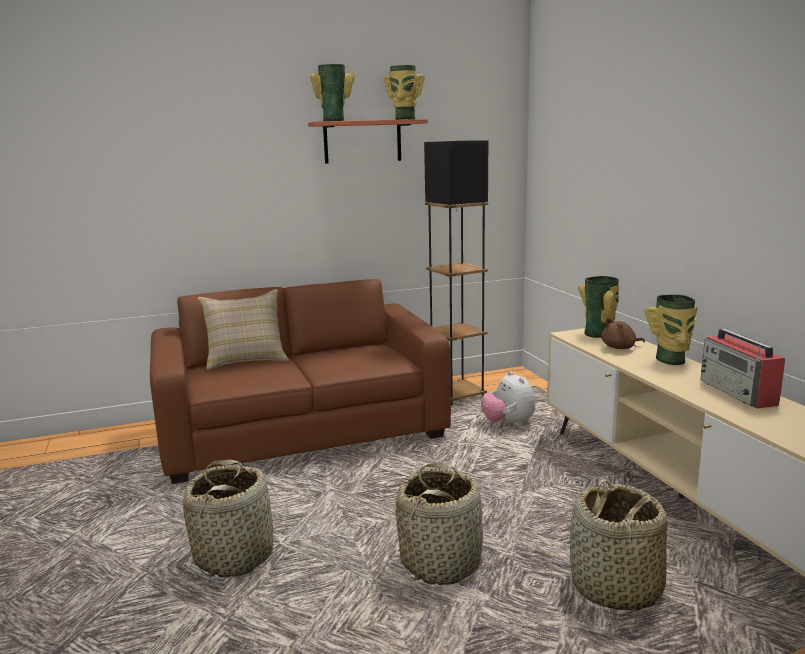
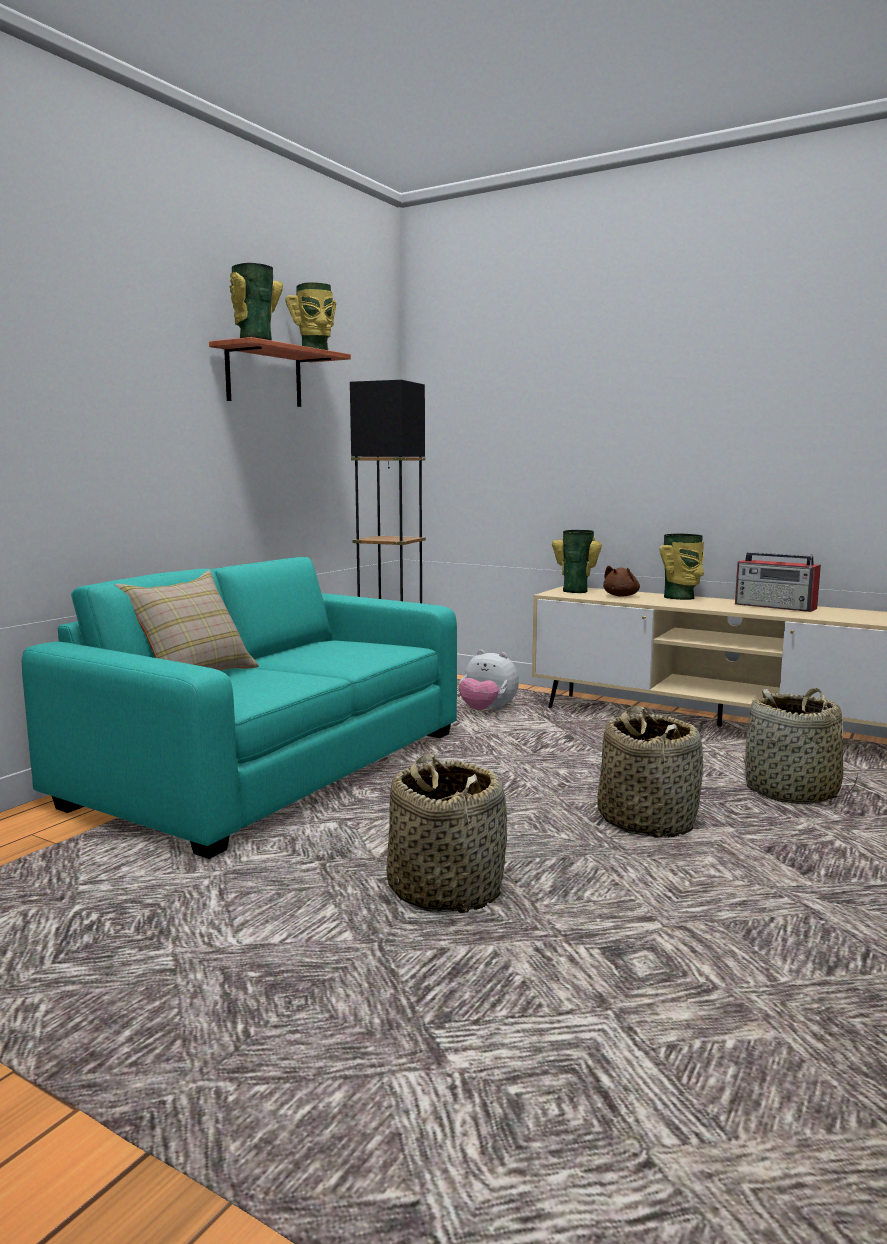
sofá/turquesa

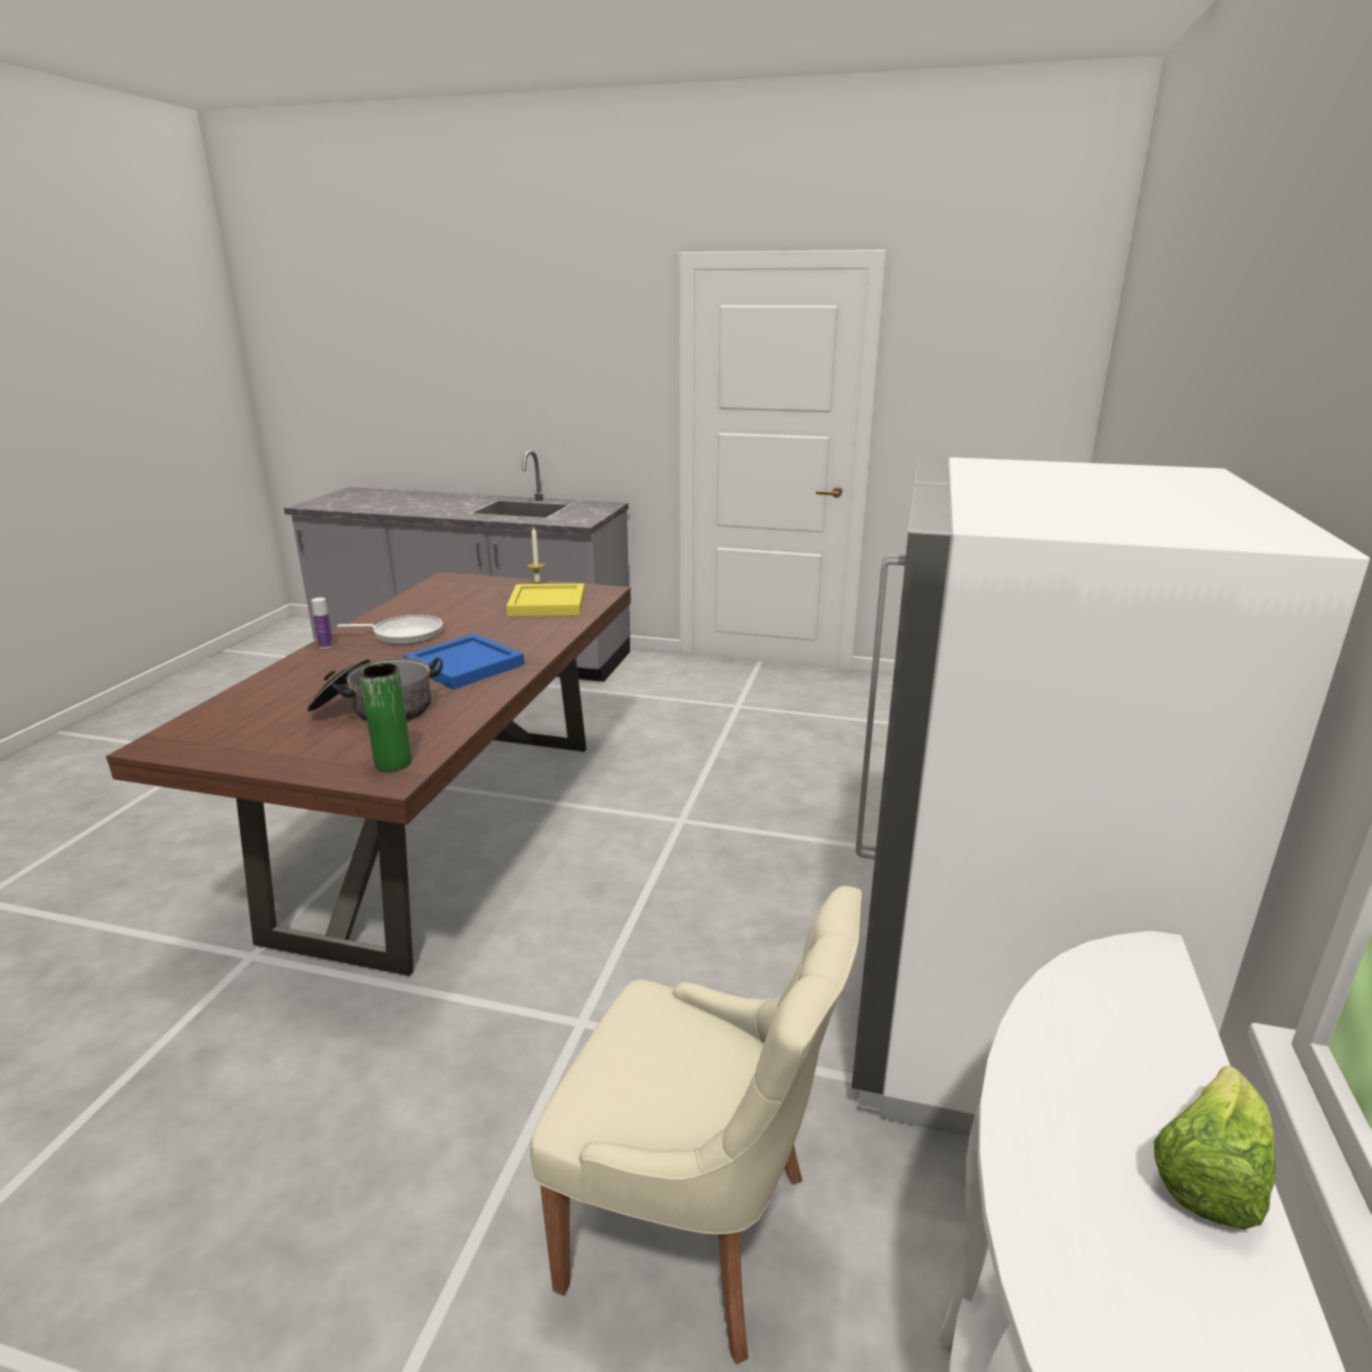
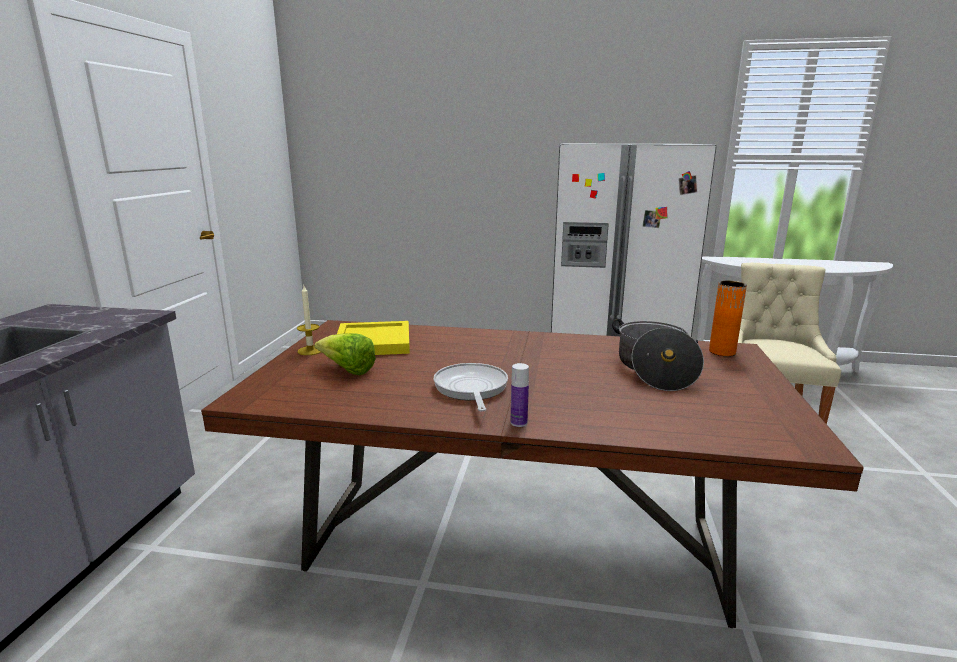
bandeja/azul
lechuga
florero/naranja

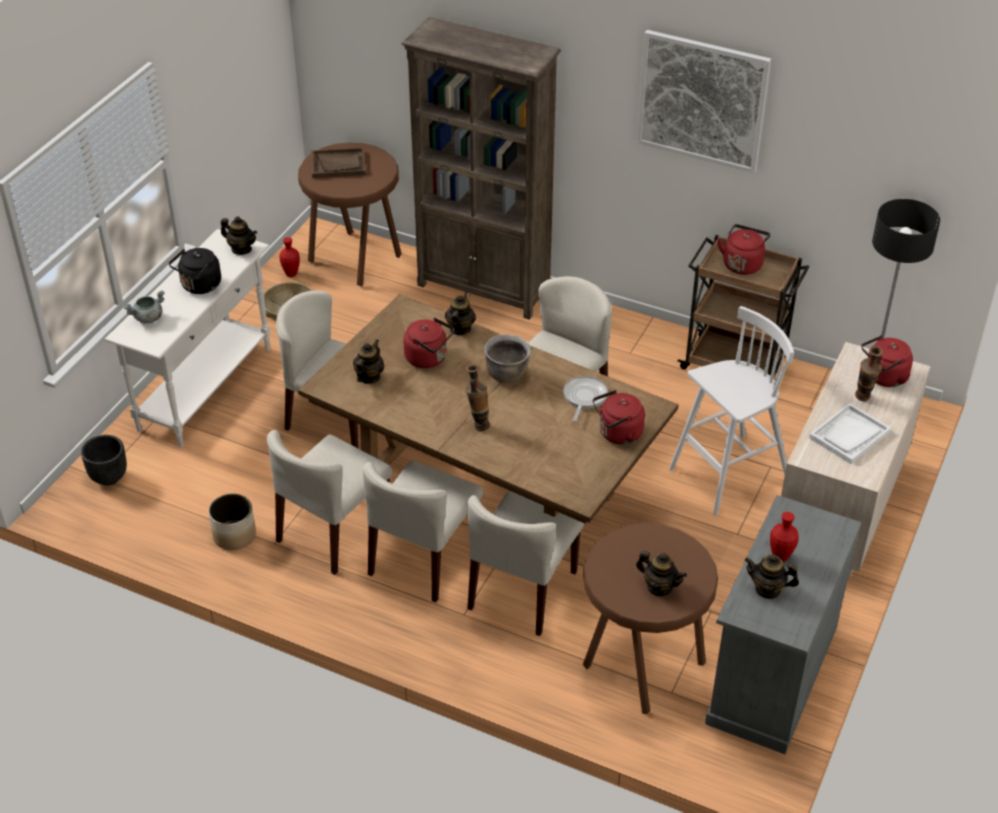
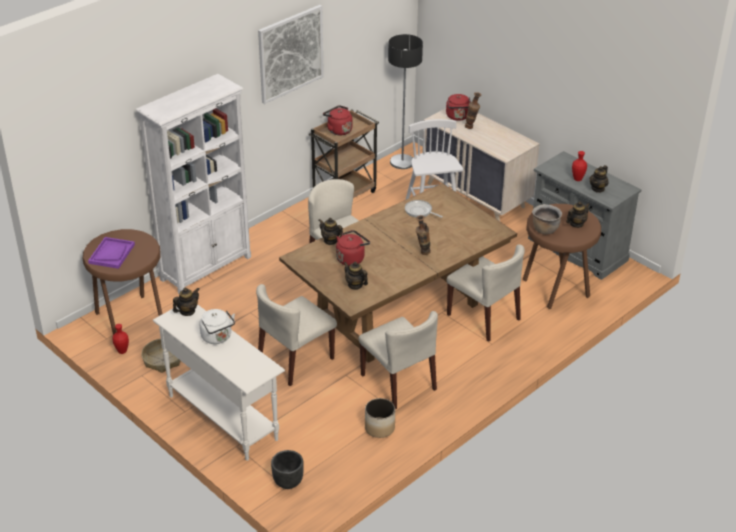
olla/gris
silla/beis (no. 3 from left in the first image)
hervidor/rojo (no. 2 from left in the first image)
bandeja/blanco
olla/marrón
hervidor/blanco
bandeja/morado
estantería/blanco

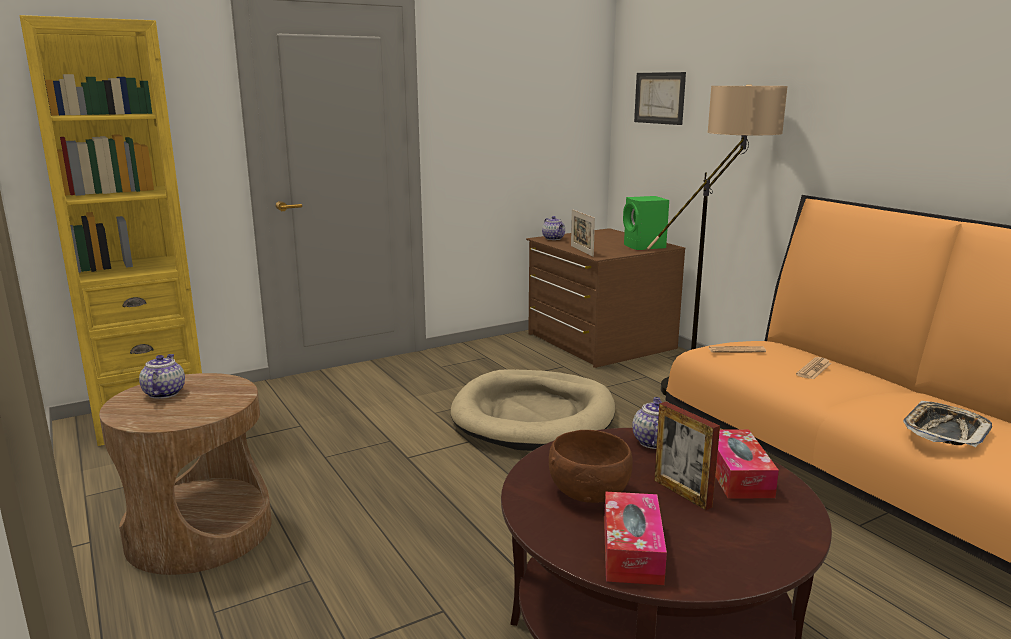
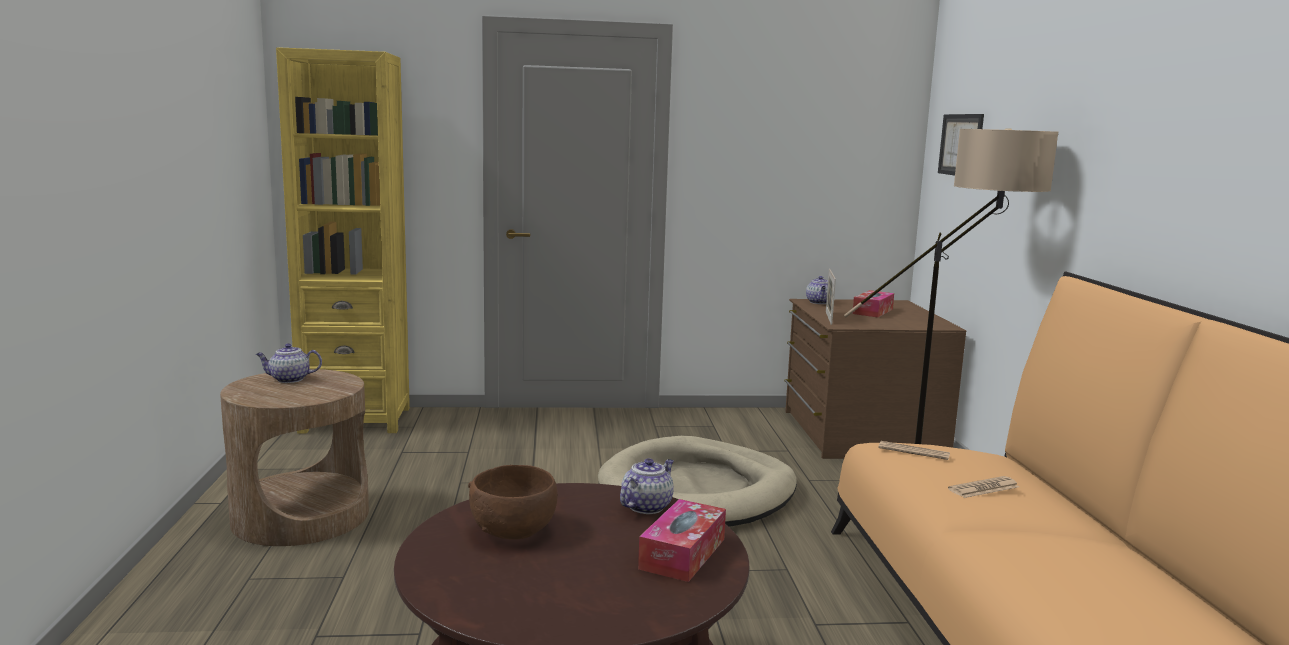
altavoz/verde
portarretratos (no. 2 from left in the first image)
bandeja
caja de pañuelos (no. 2 from left)
tetera (no. 1 from left)

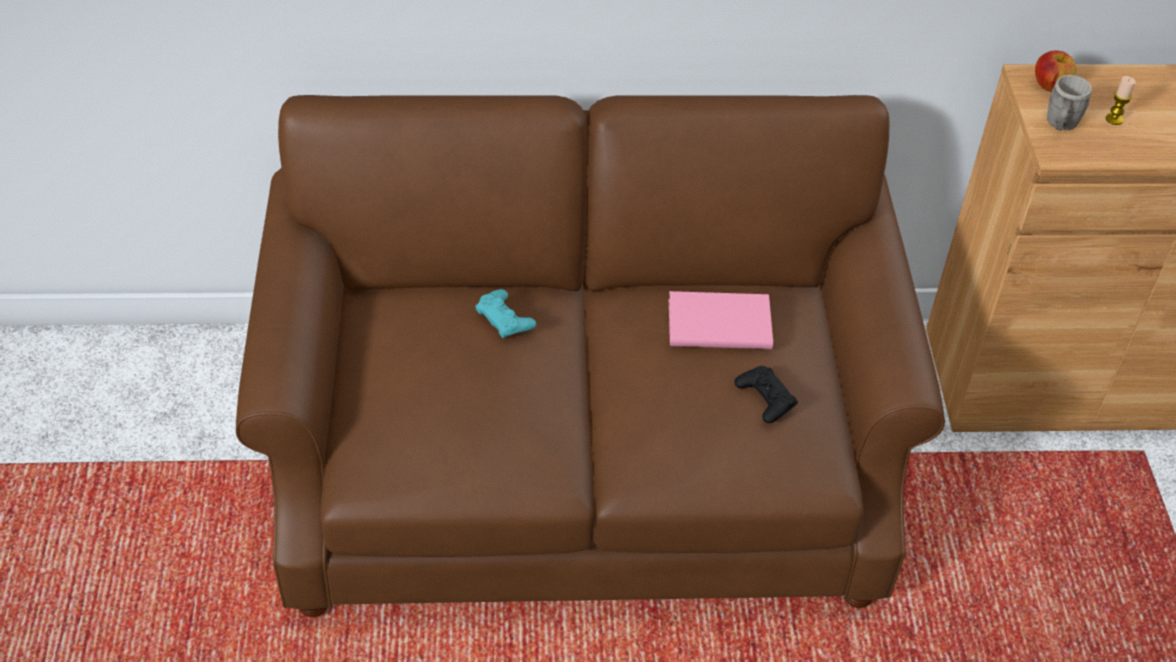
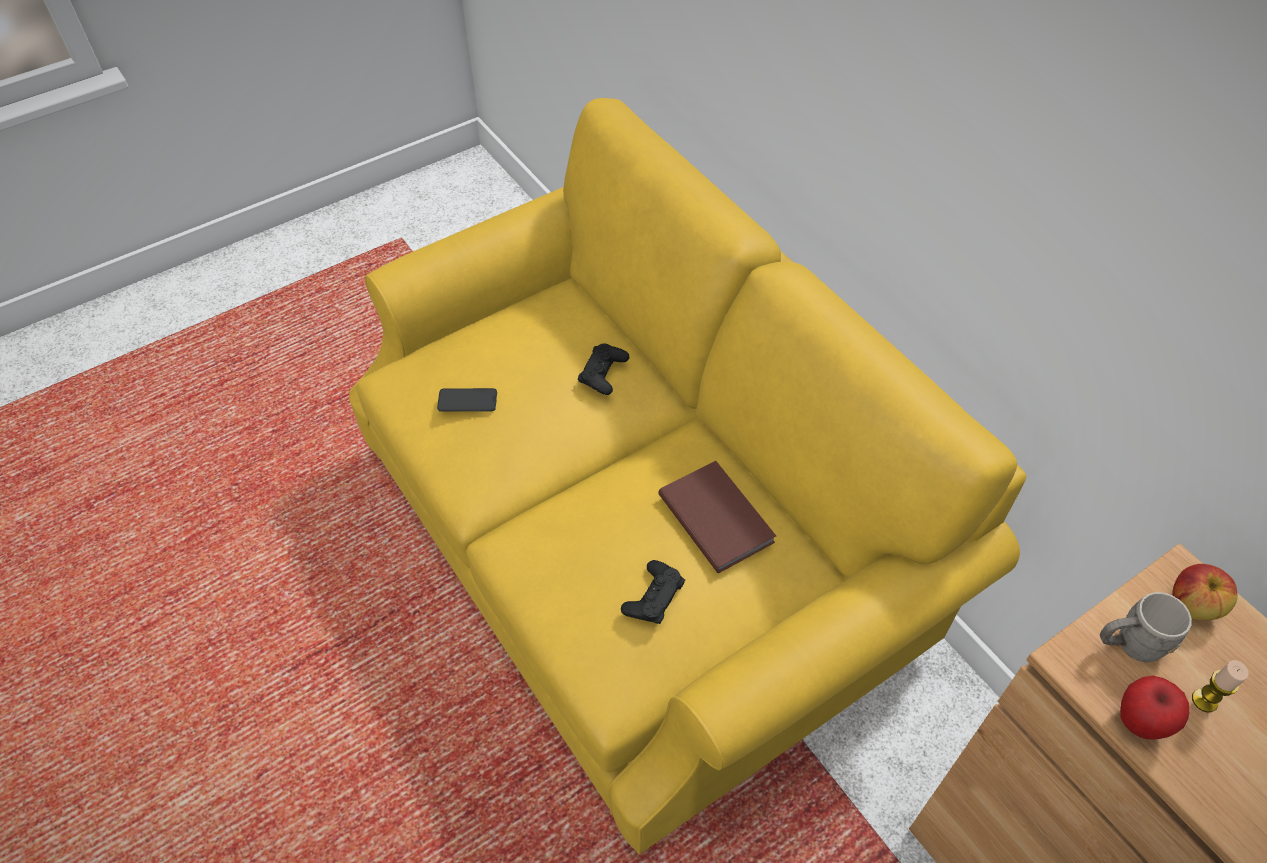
móvil
manzana (no. 1 from left)
sofá/amarillo
mando de consola/negro (no. 1 from left)
libro/marrón

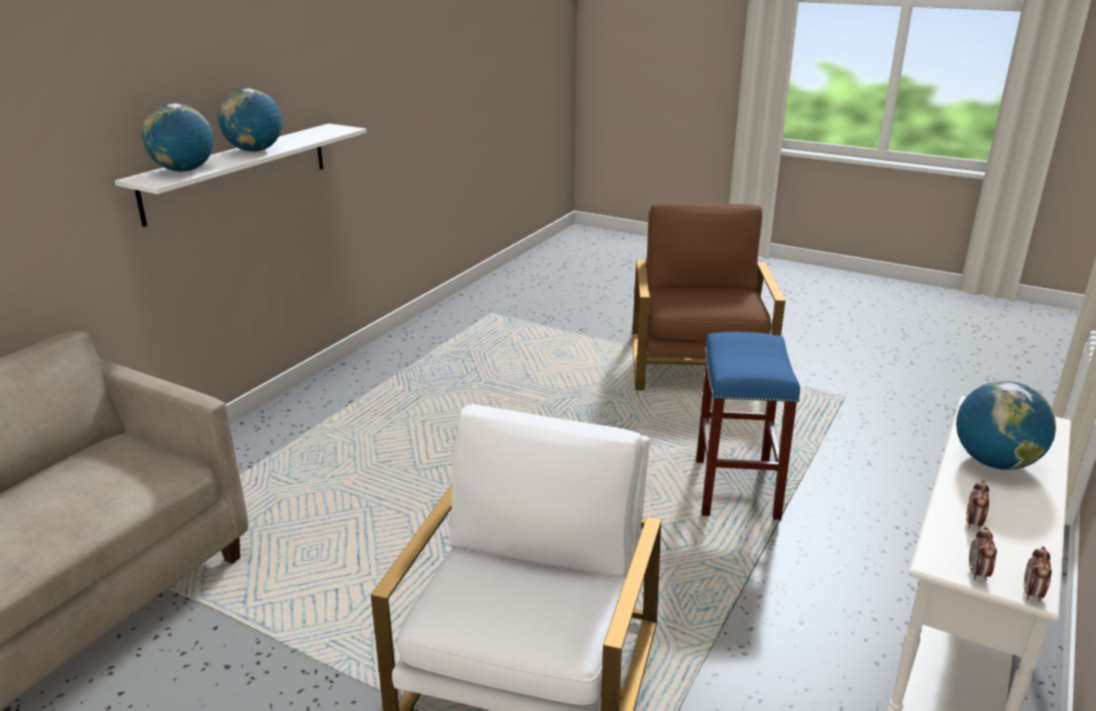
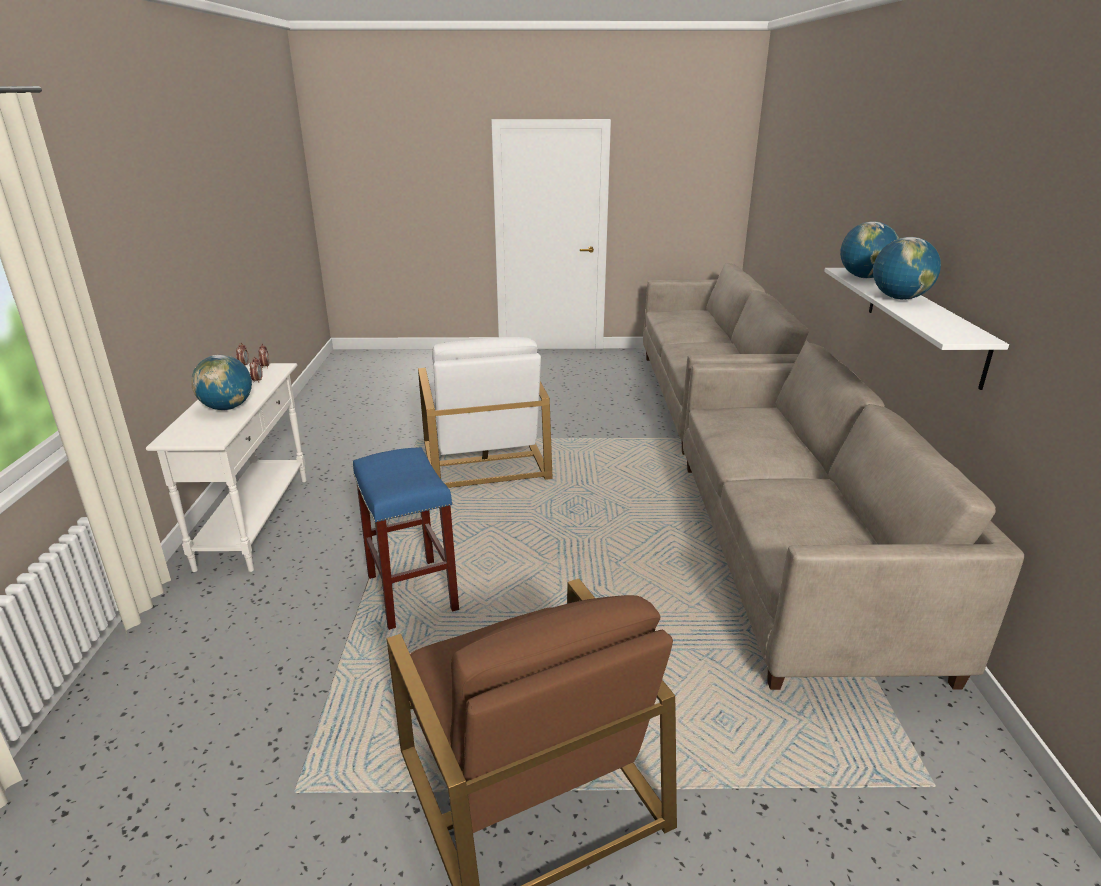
sofá/beis (no. 2 from left)

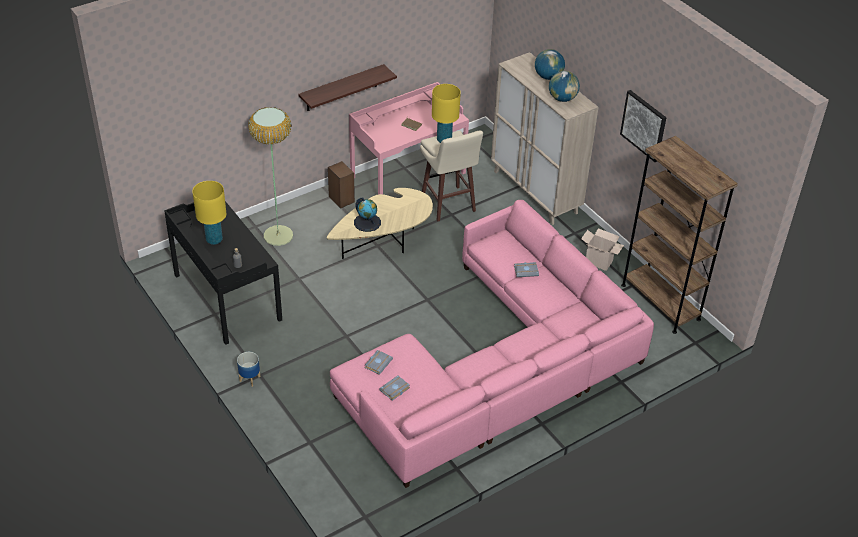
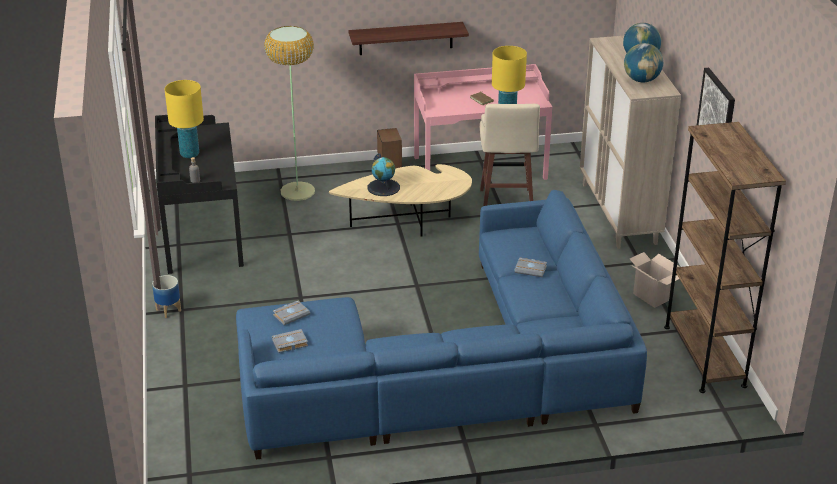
sofá/azul

